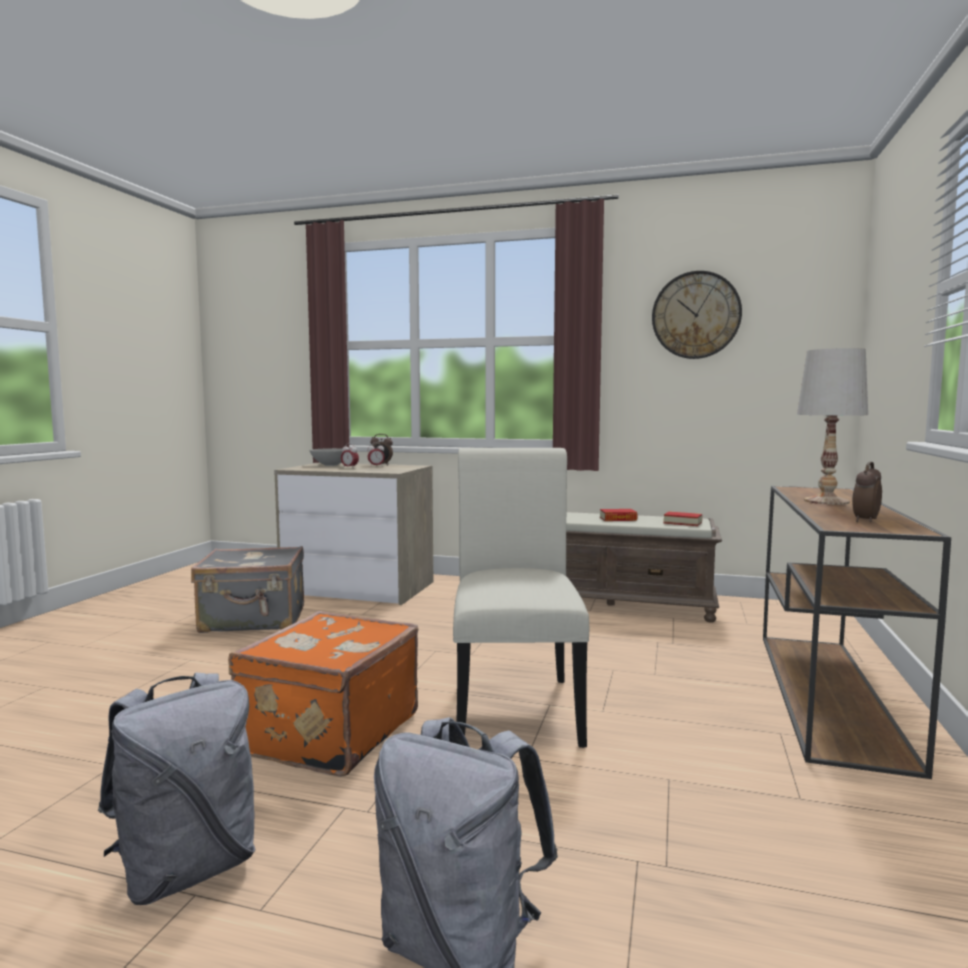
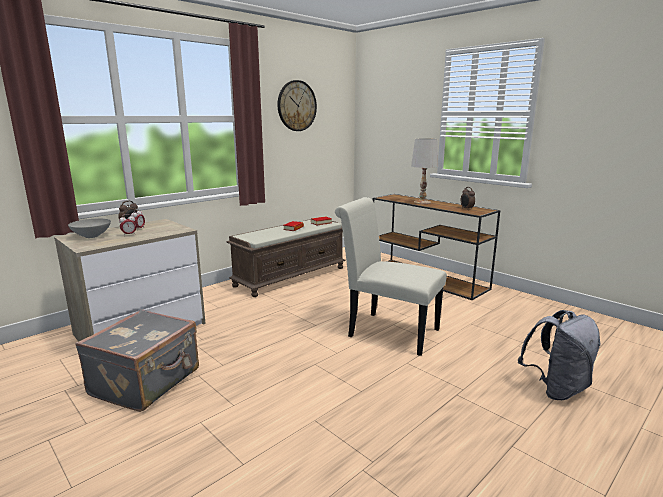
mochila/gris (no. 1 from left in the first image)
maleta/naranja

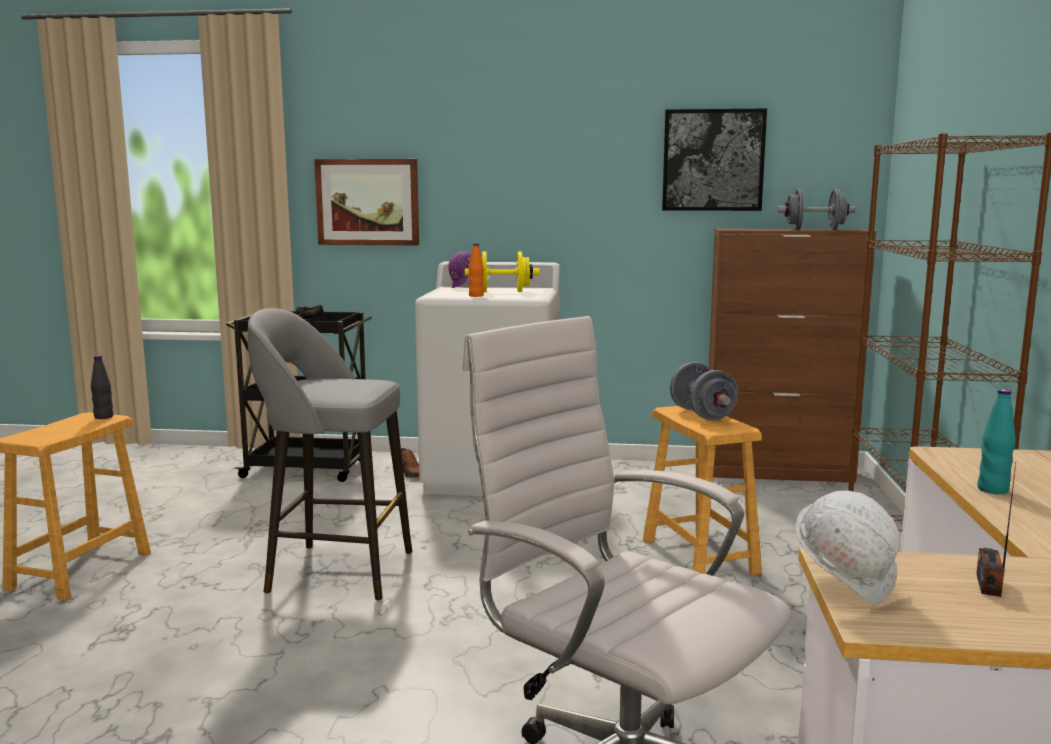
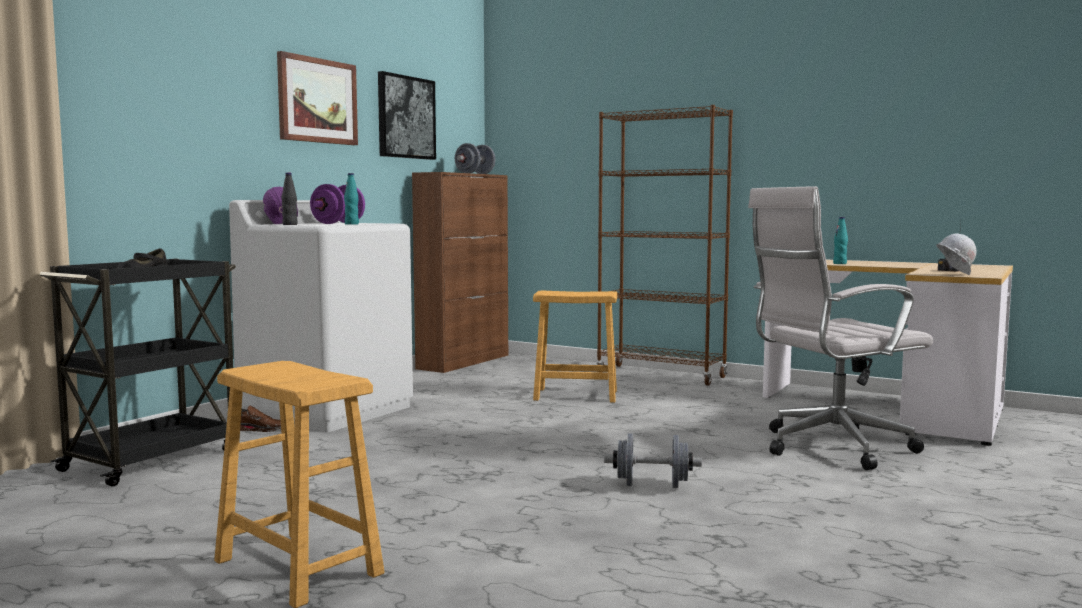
taburete/gris
botella/negro
cuadro (no. 1 from left)
mancuerna/gris (no. 2 from left)
mancuerna/morado
botella/turquesa (no. 1 from left)

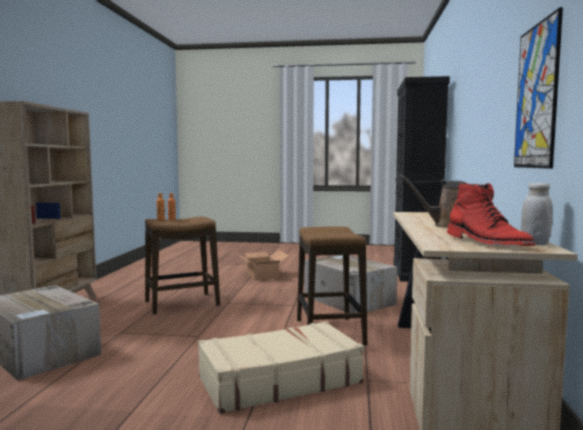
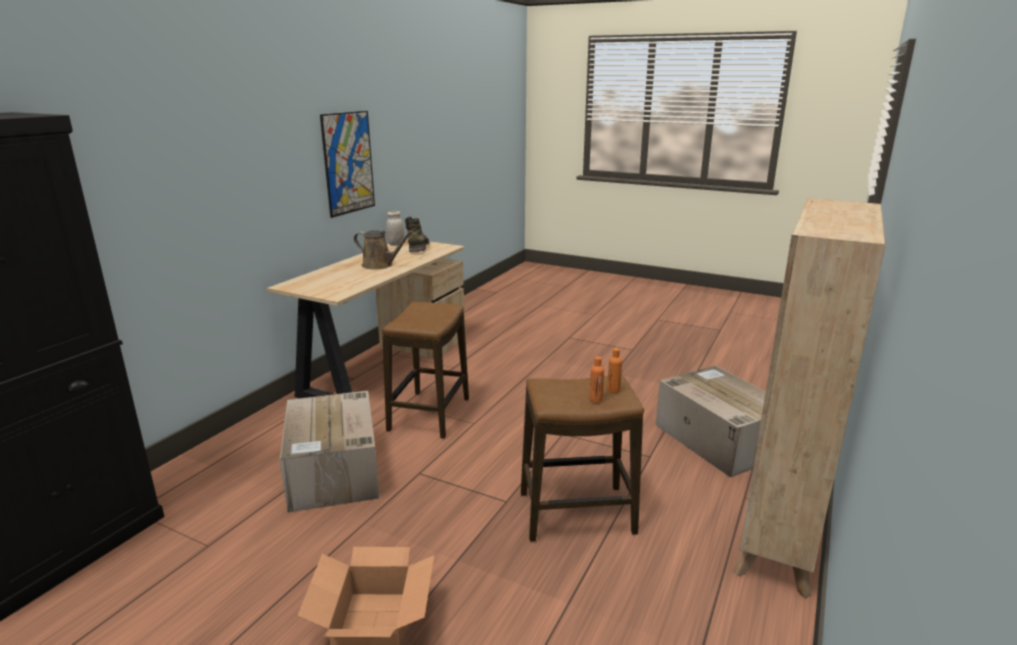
maleta/beis
bota/verde

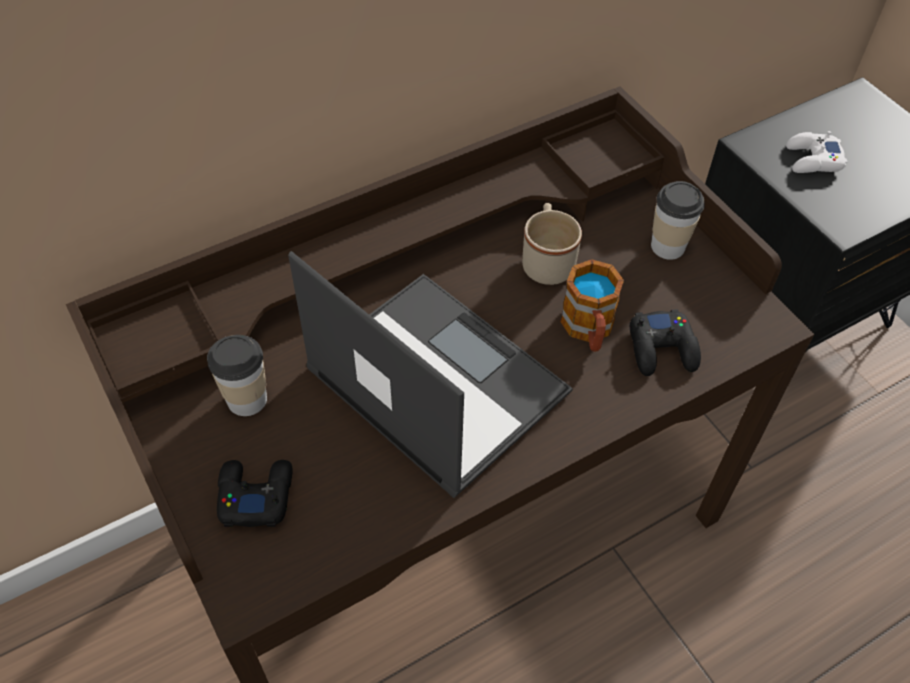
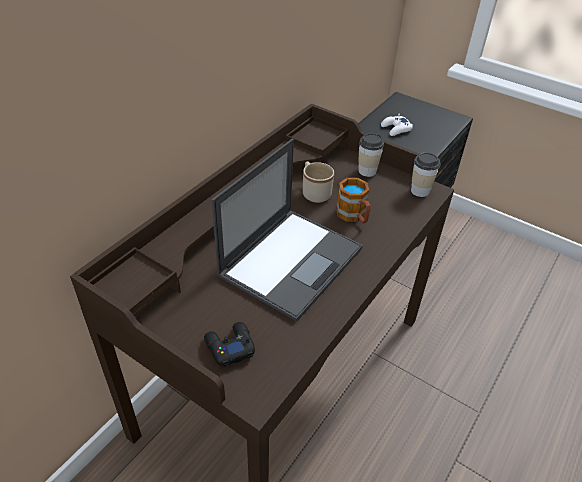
mando de consola/negro (no. 2 from left in the first image)
taza (no. 2 from left)
portátil

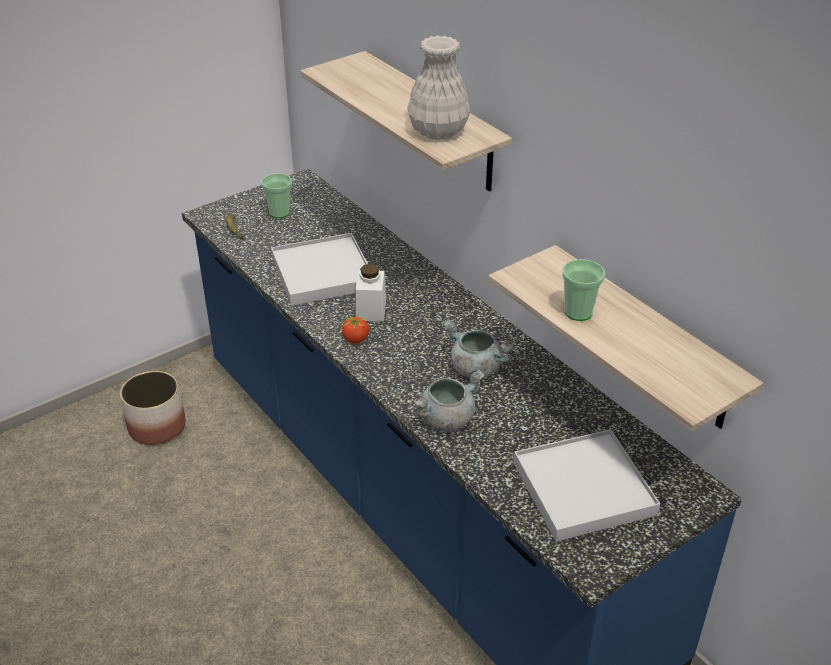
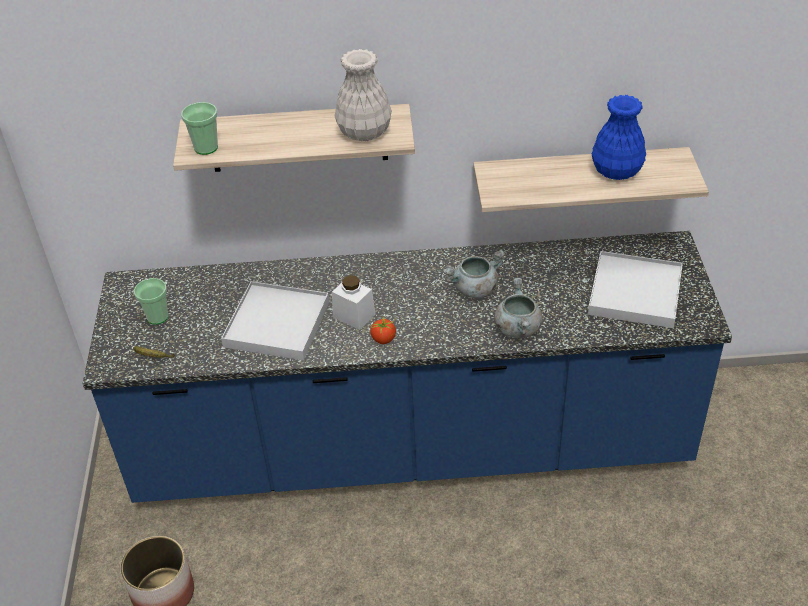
florero/azul
taza (no. 2 from left)

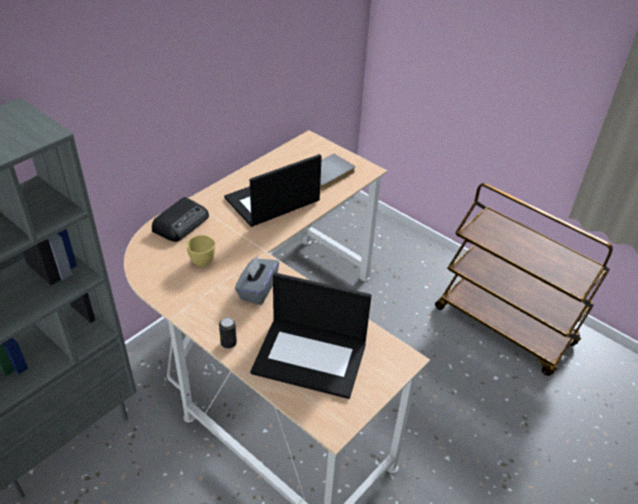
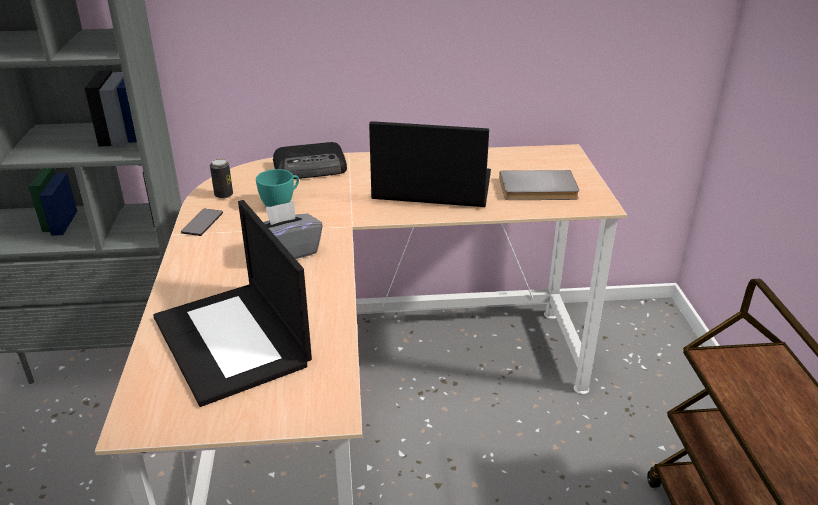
móvil
lata
taza/turquesa

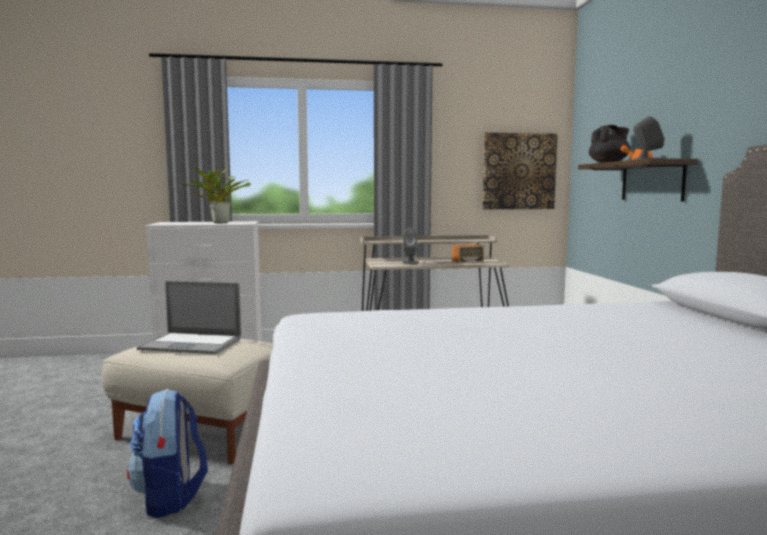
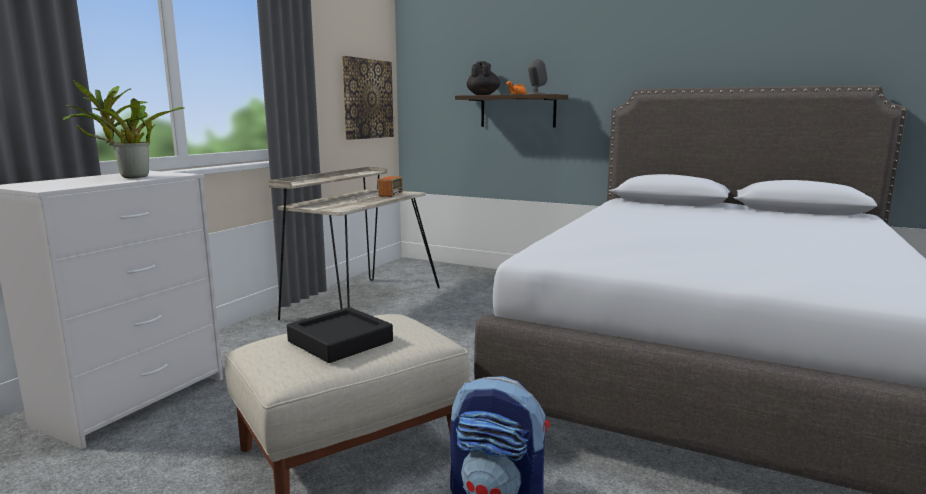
altavoz/gris (no. 1 from left in the first image)
bandeja/negro

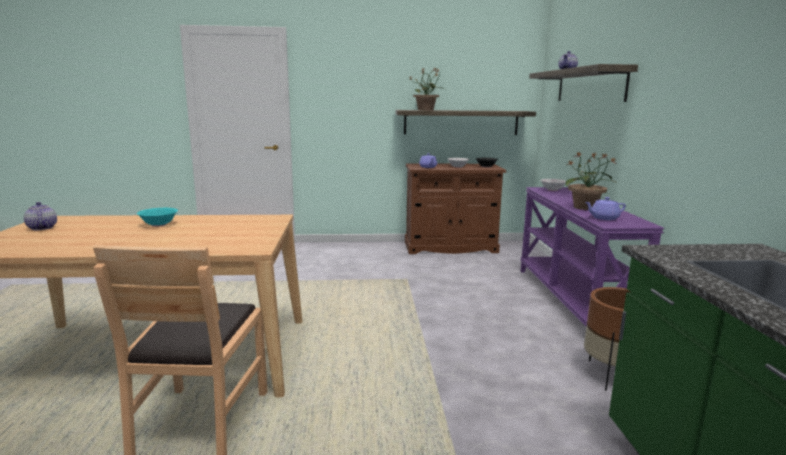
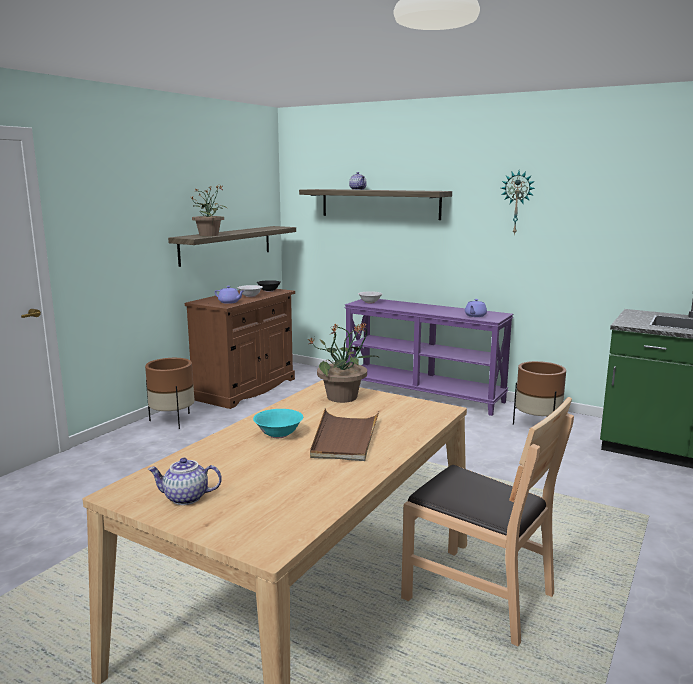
maceta/marrón (no. 1 from left)
bandeja/marrón
reloj de pared
planta en maceta (no. 2 from left)

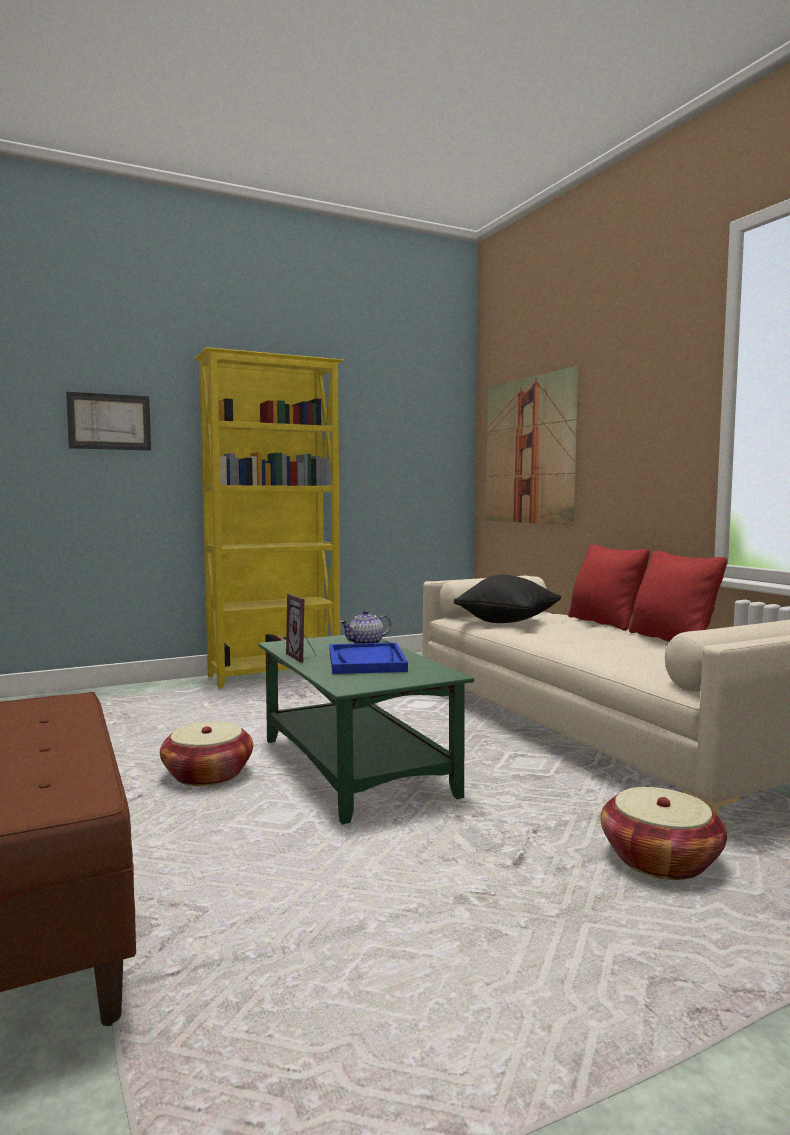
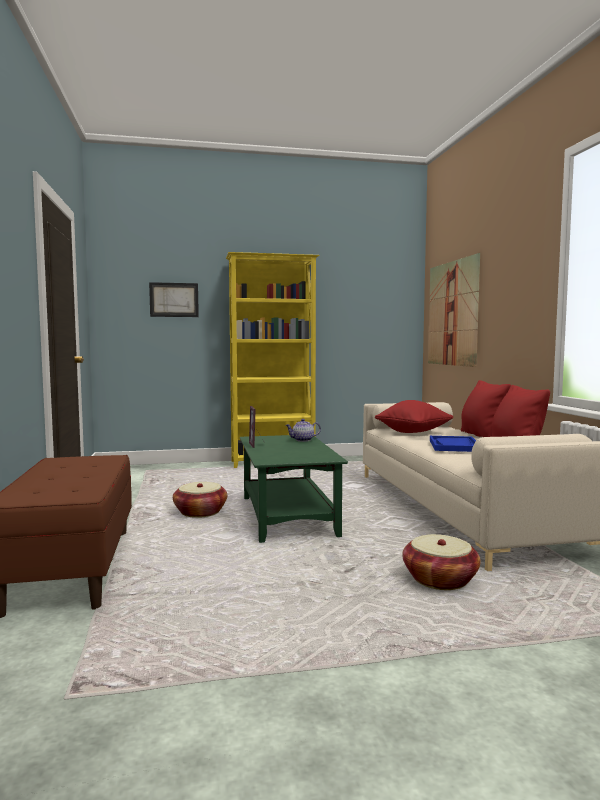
bandeja/azul
cojín/rojo (no. 1 from left)

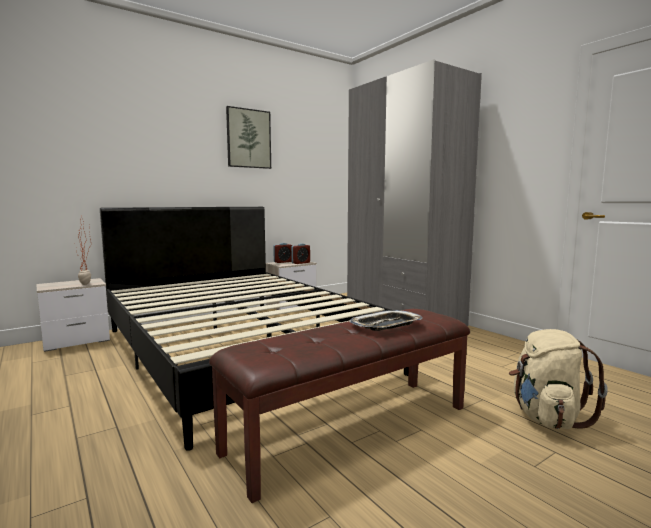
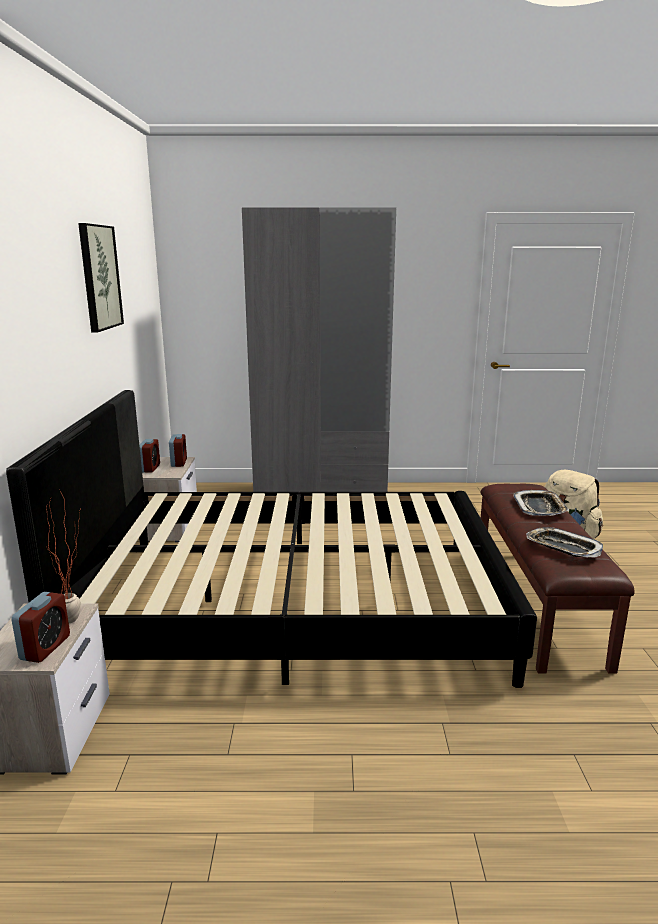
despertador (no. 1 from left)
bandeja (no. 2 from left)

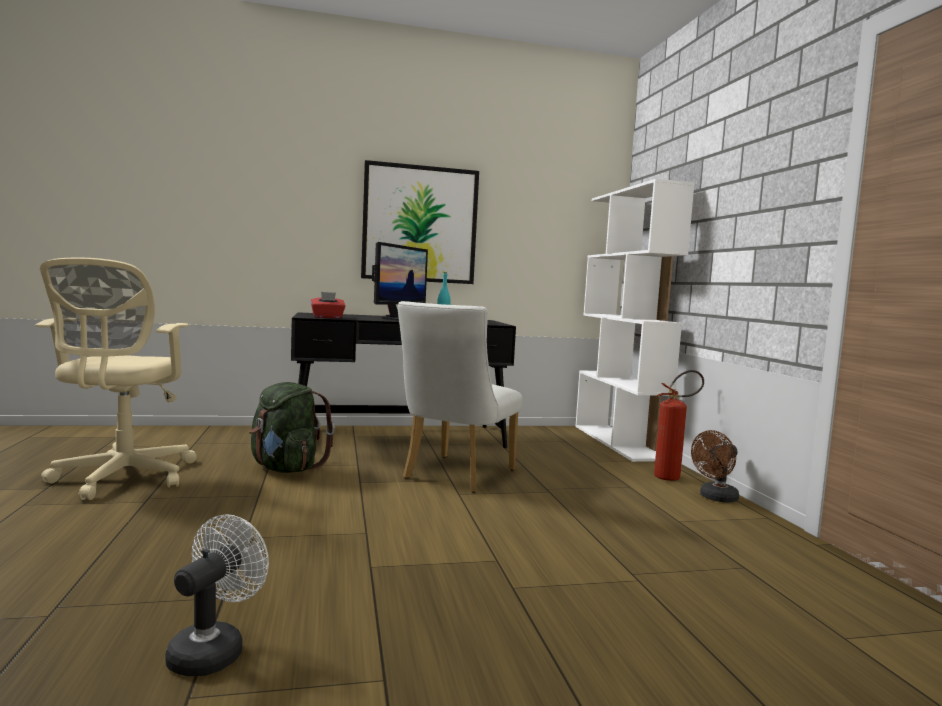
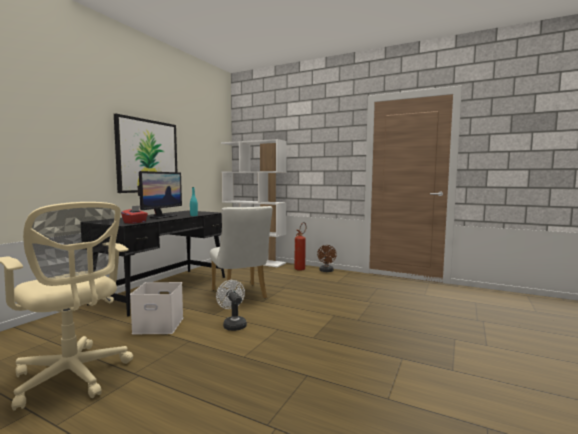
ventilador/blanco
caja de almacenaje/blanco
monitor

